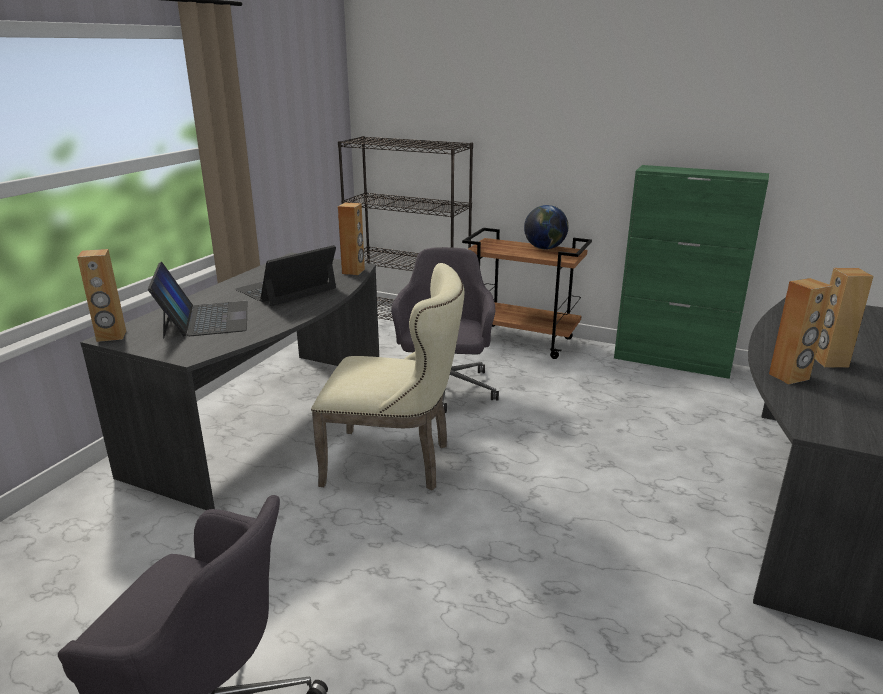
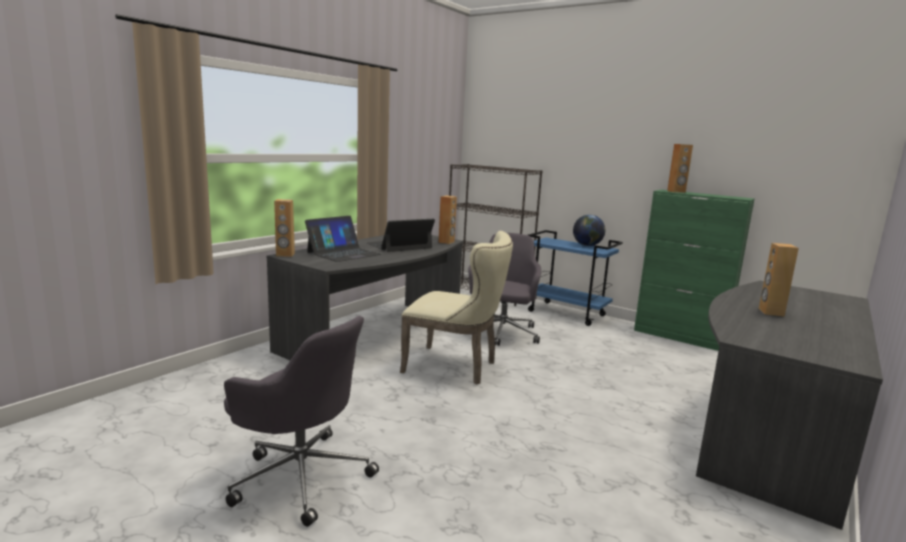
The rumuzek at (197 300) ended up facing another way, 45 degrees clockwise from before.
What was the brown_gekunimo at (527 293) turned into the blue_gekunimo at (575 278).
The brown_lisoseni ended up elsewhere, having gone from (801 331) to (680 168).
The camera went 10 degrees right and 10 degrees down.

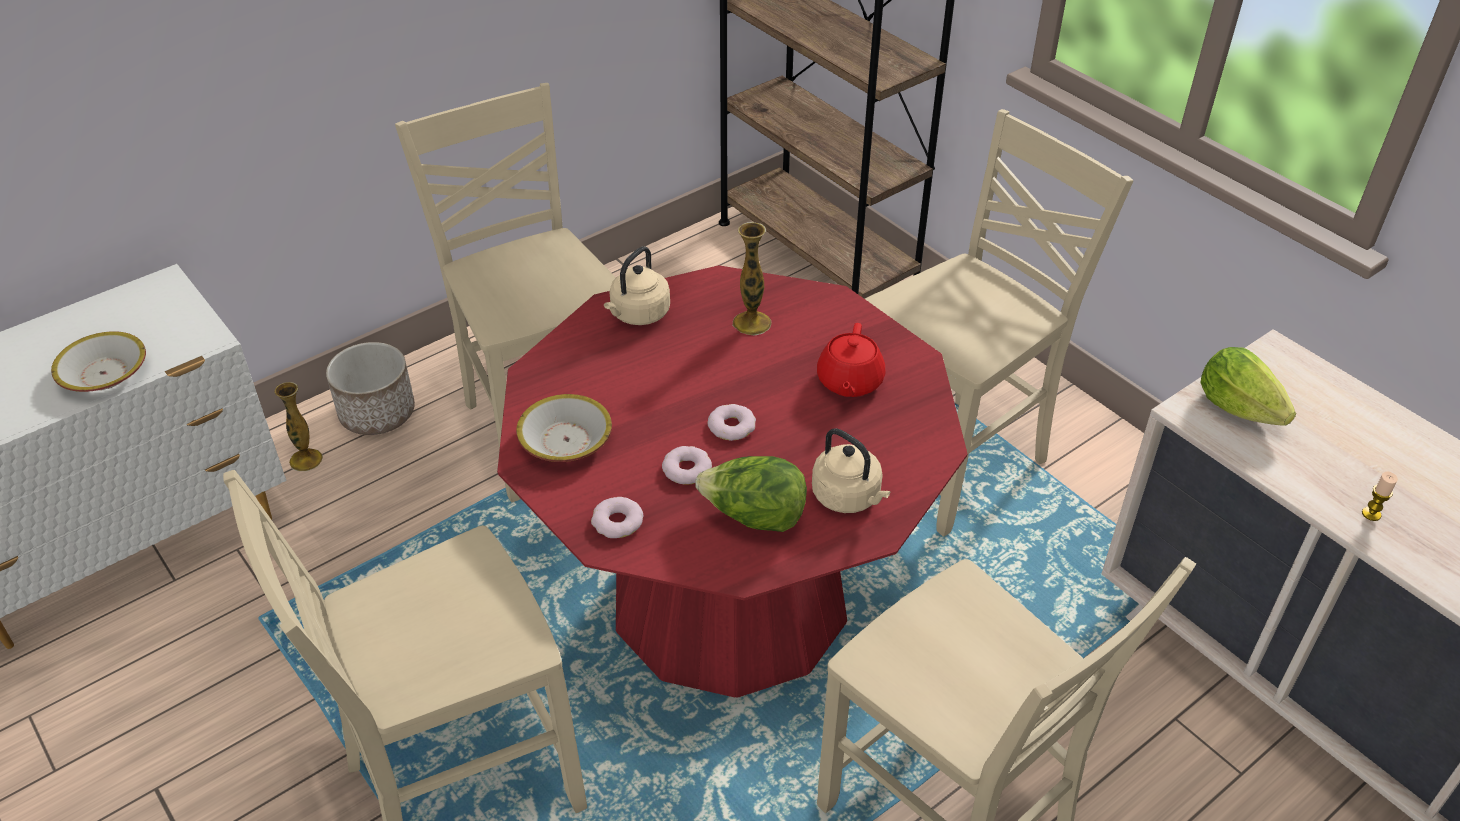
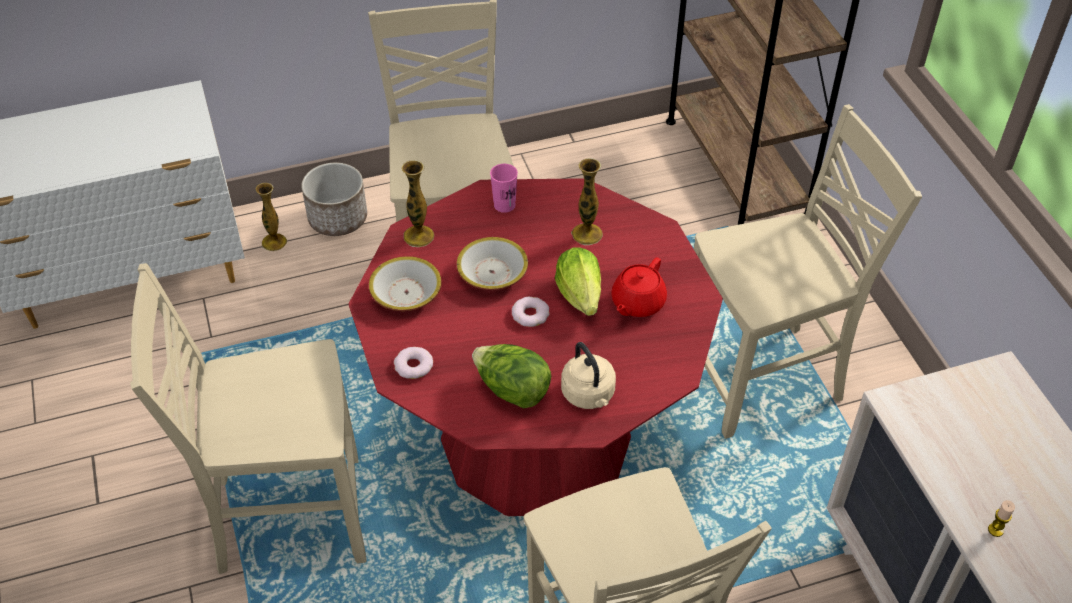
The second view gained the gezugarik at (418 203).
The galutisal ended up elsewhere, having gone from (98 361) to (492 263).
Where the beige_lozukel stood at (637 285), the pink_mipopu came to stand at (504 188).
The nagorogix ended up elsewhere, having gone from (1248 386) to (578 281).
The second view lost the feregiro at (687 465).
The camera went 20 degrees right and 5 degrees up.

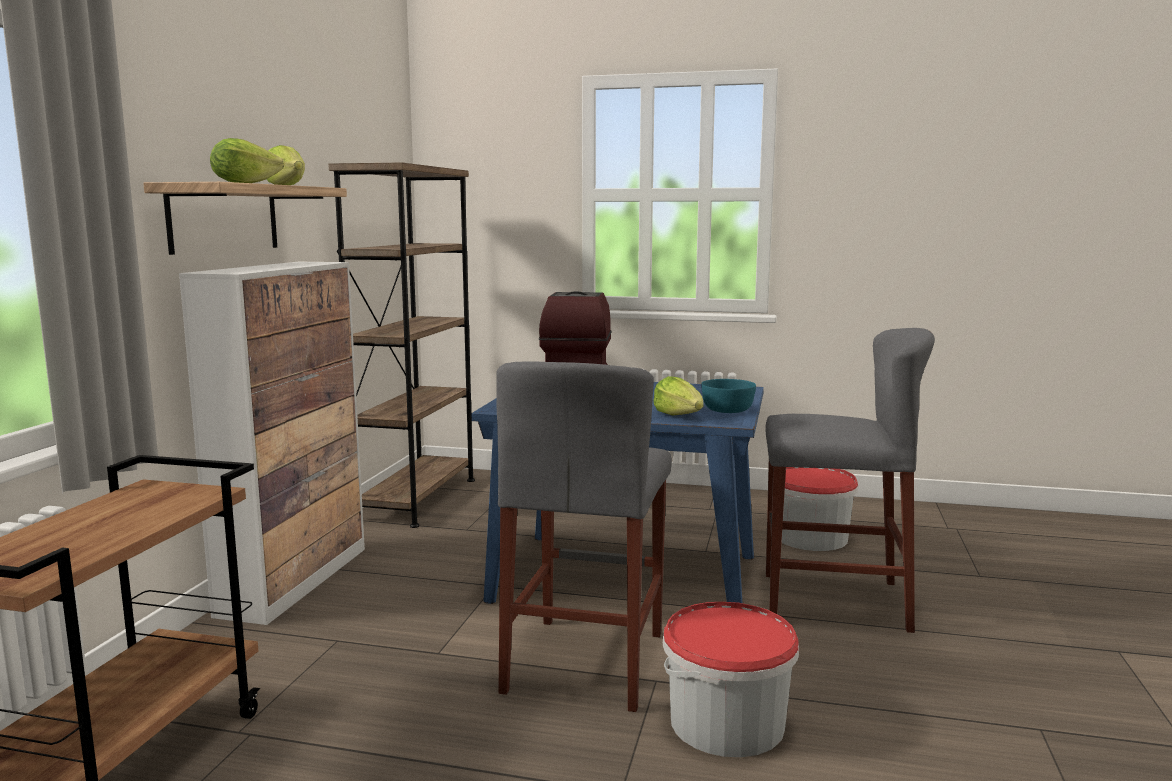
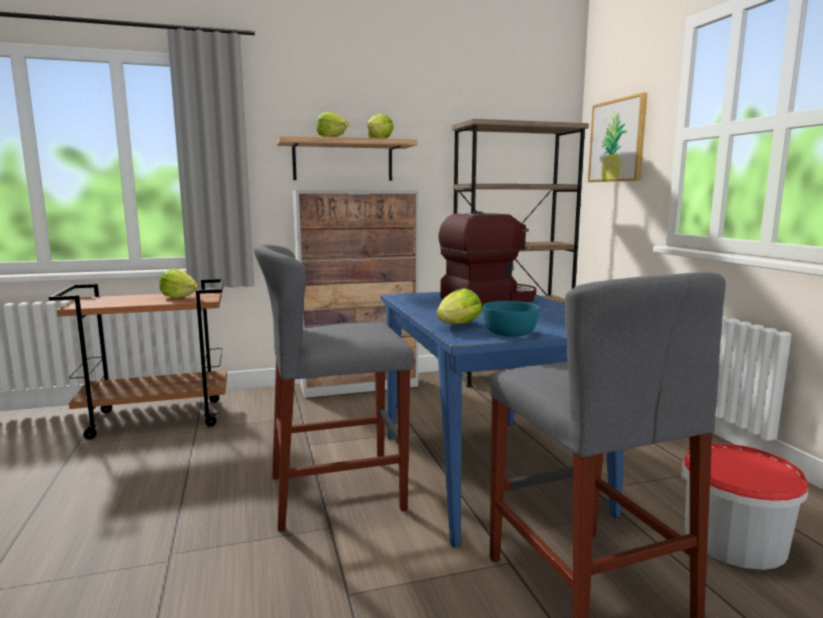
The second view gained the nagorogix at (178 284).
The second view gained the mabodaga at (617 137).
The second view lost the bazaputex at (731 679).
The camera went 60 degrees right and 0 degrees up.

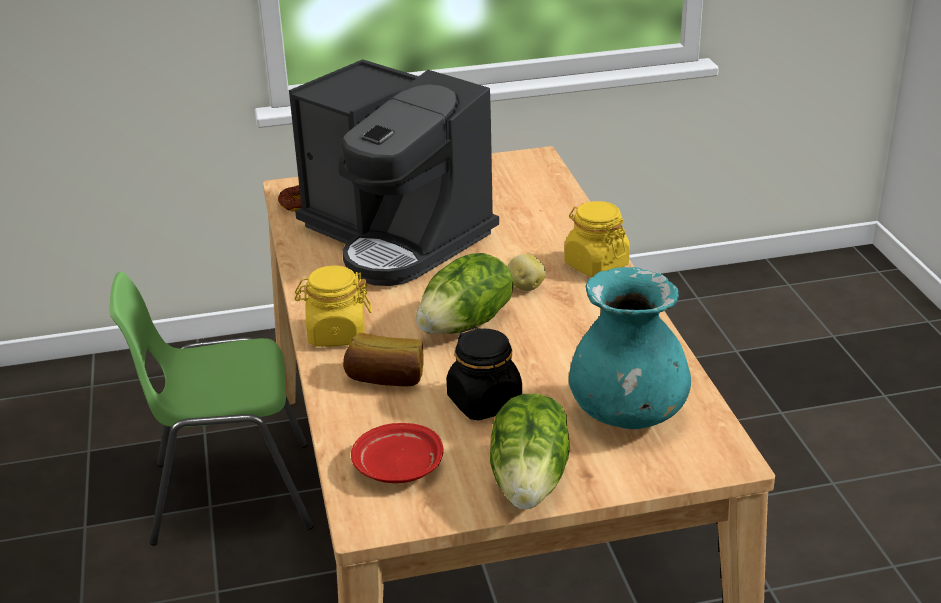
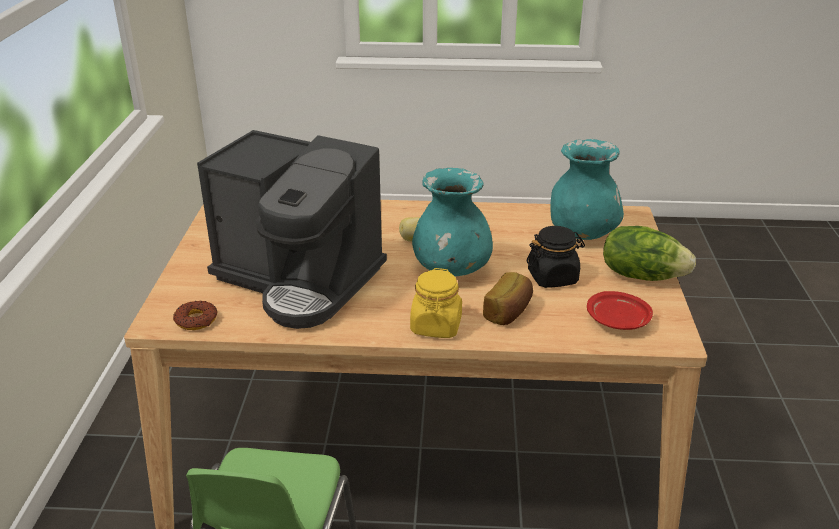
The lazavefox at (394 172) ended up facing another way, 60 degrees clockwise from before.
Where the nagorogix stood at (464 293), the turquoise_gezugarik came to stand at (452 222).
The second view lost the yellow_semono at (597 239).
The camera went 75 degrees left and 0 degrees up.

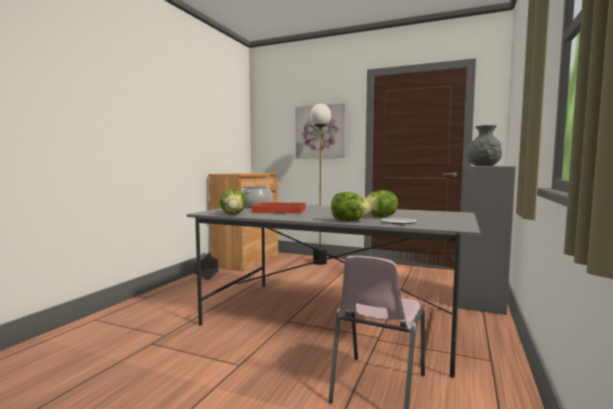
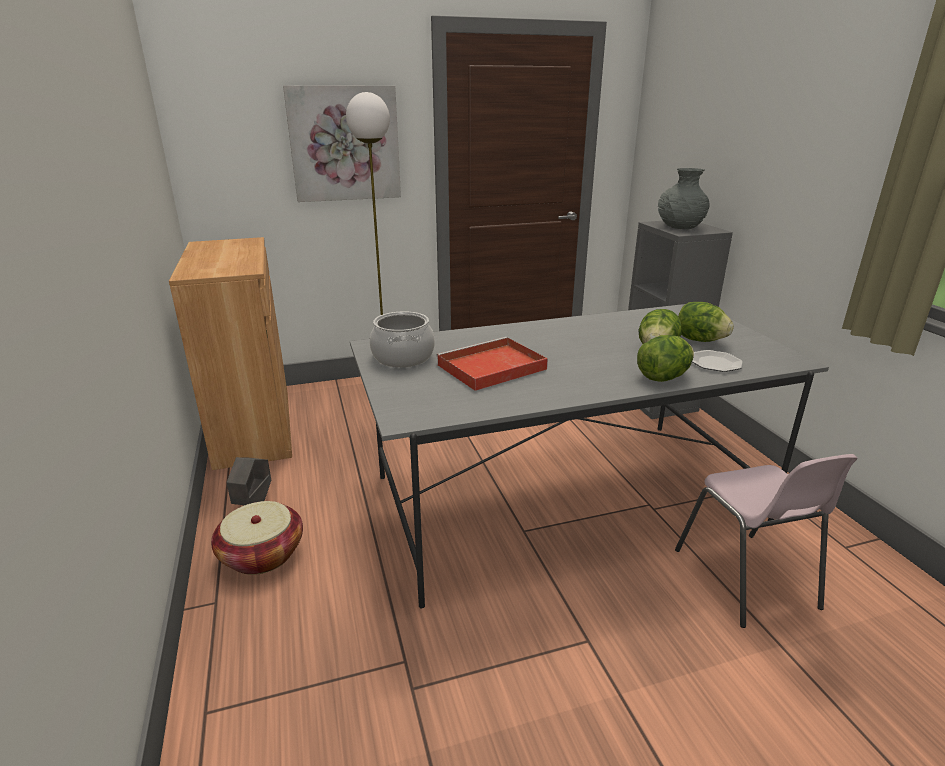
The second view gained the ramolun at (257 538).
The nagorogix ended up elsewhere, having gone from (233 201) to (706 322).
The camera went 40 degrees left and 20 degrees up.

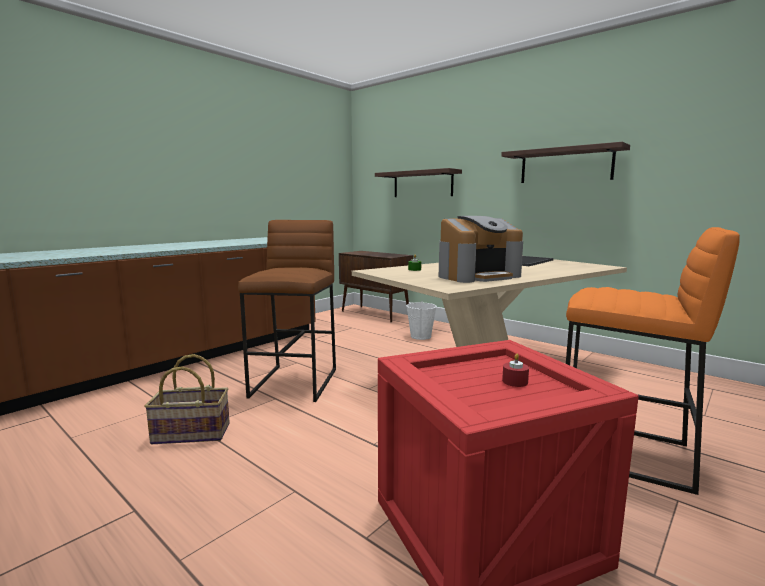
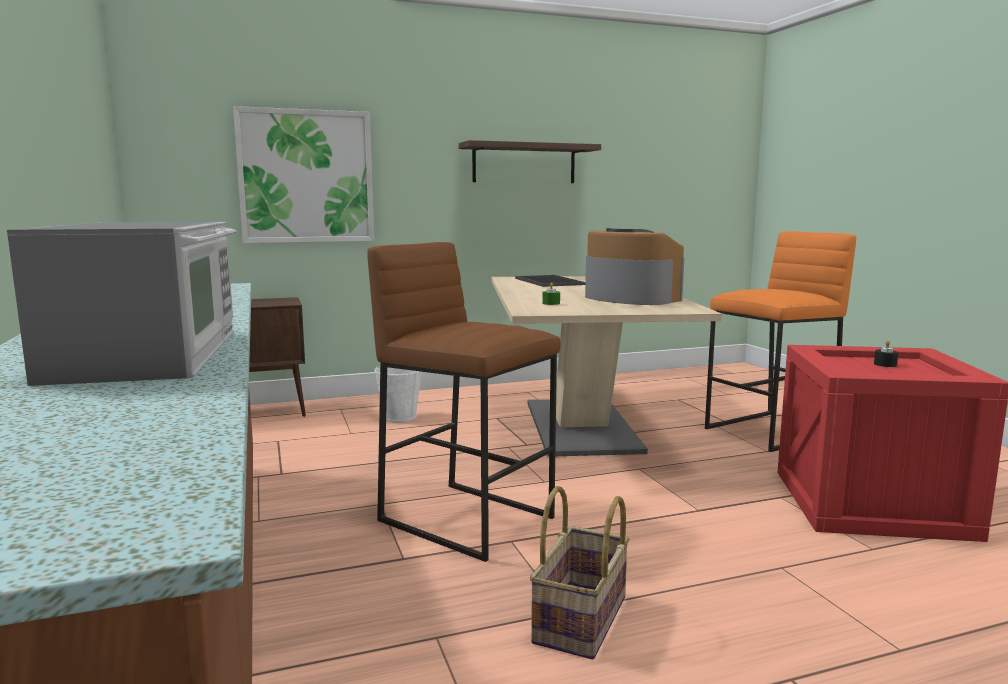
The second view gained the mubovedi at (122 304).
Where the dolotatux hung at (418 182), the mabodaga came to hang at (303 174).
The lazavefox at (481 249) ended up facing another way, 45 degrees counterclockwise from before.
What was the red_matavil at (515 370) turned into the black_matavil at (886 353).
The camera went 60 degrees left and 0 degrees up.

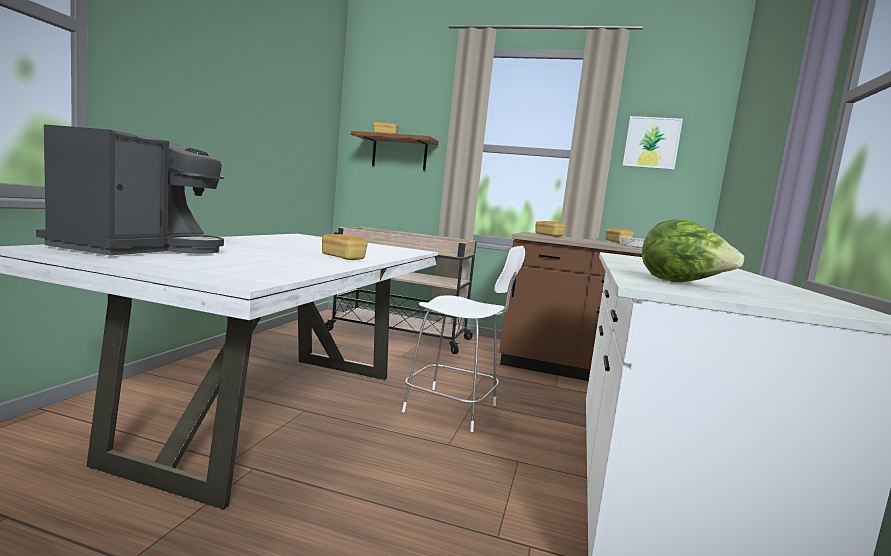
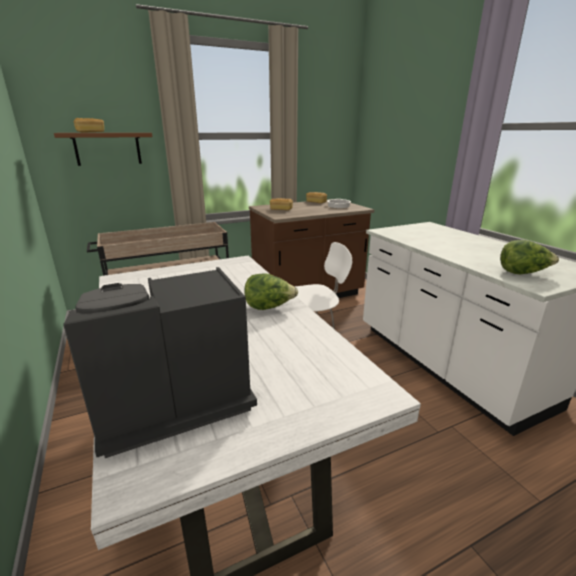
The lazavefox at (131 190) ended up facing another way, 90 degrees counterclockwise from before.
Where the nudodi stood at (345 247), the nagorogix came to stand at (271 291).
The second view lost the mabodaga at (652 143).
The camera went 40 degrees left and 15 degrees up.

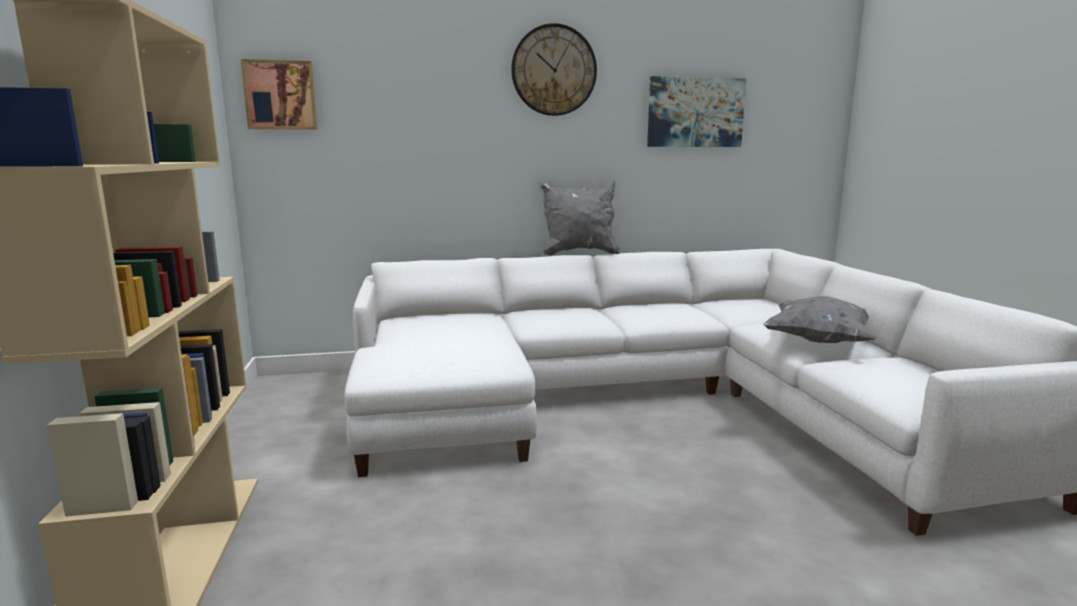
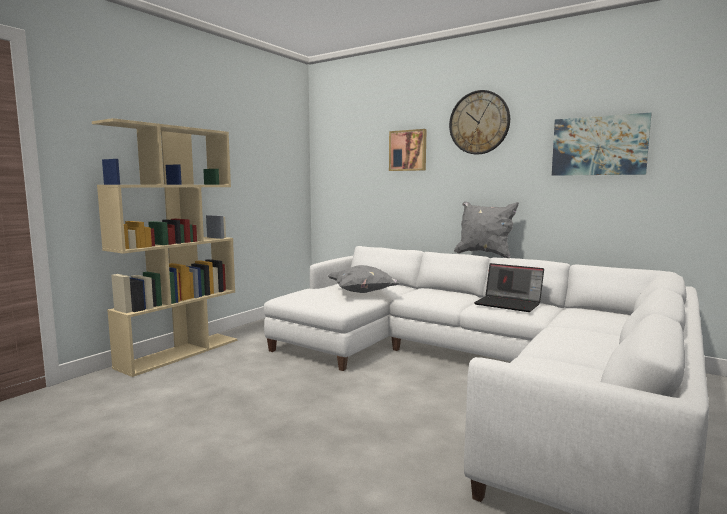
The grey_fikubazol ended up elsewhere, having gone from (819 319) to (364 279).
The mabodaga ended up elsewhere, having gone from (279 94) to (408 150).
The second view gained the rumuzek at (509 287).
The camera went 45 degrees right and 5 degrees down.

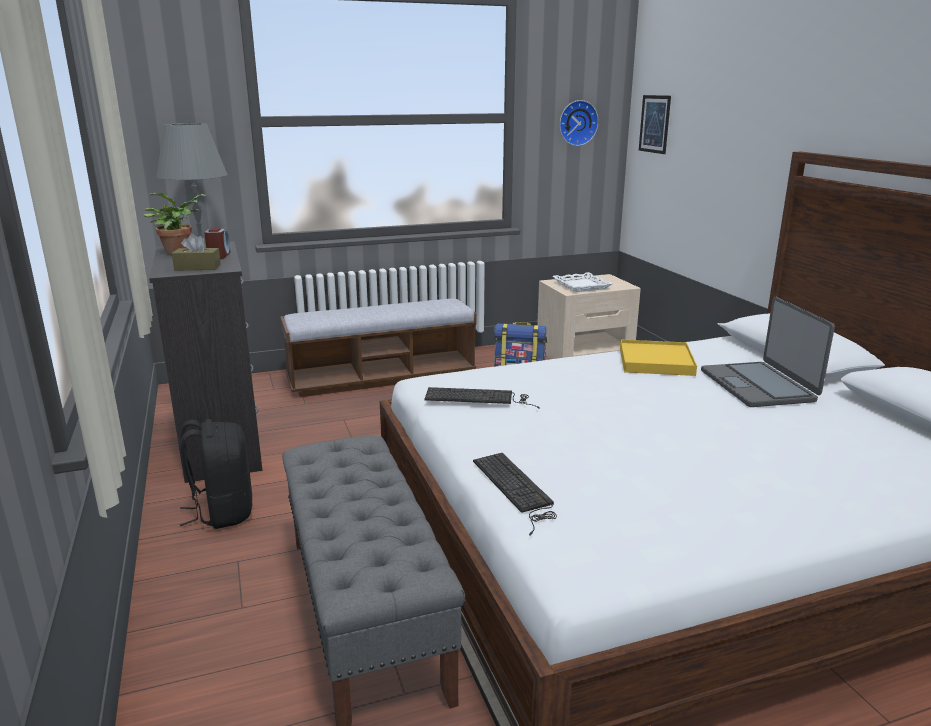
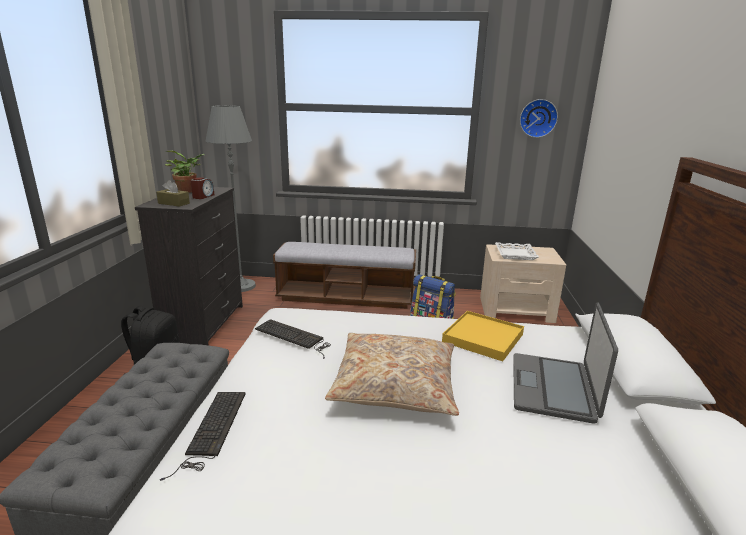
The second view gained the beige_fikubazol at (392 374).
The second view lost the mabodaga at (655 124).
The camera went 25 degrees right and 0 degrees up.

